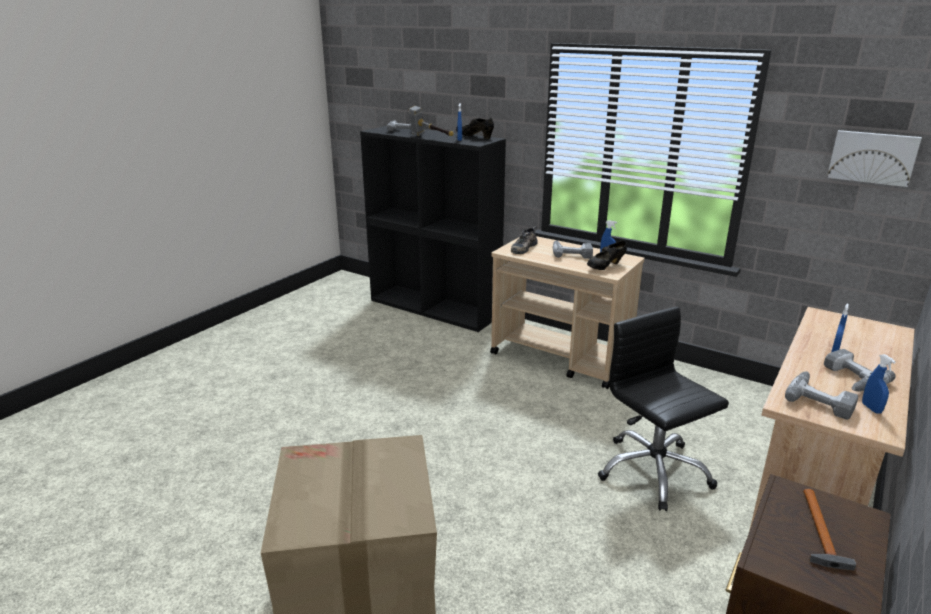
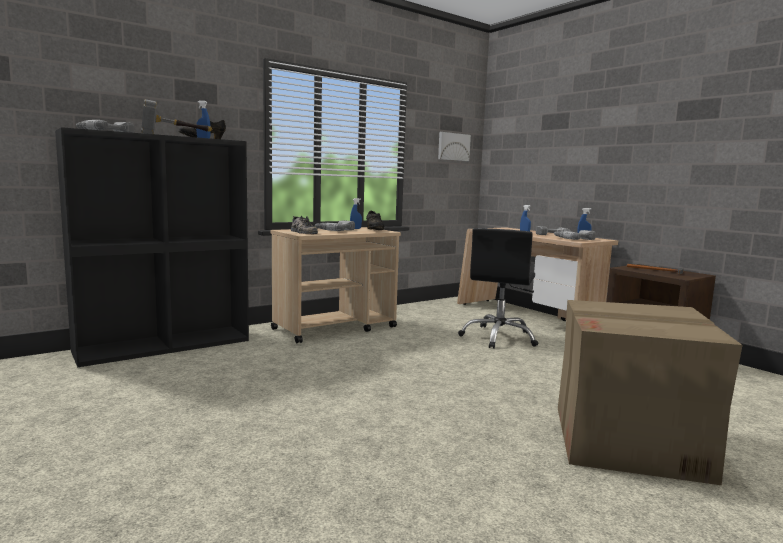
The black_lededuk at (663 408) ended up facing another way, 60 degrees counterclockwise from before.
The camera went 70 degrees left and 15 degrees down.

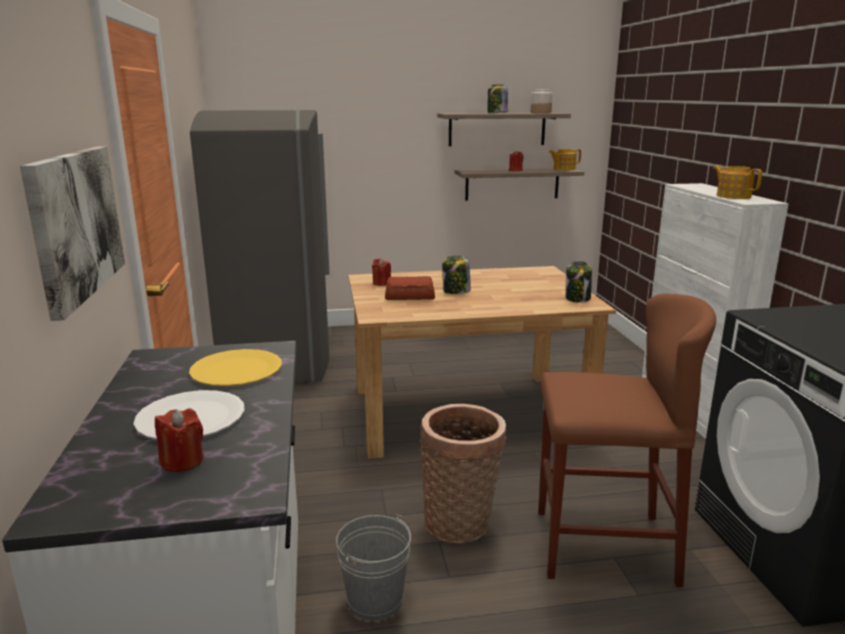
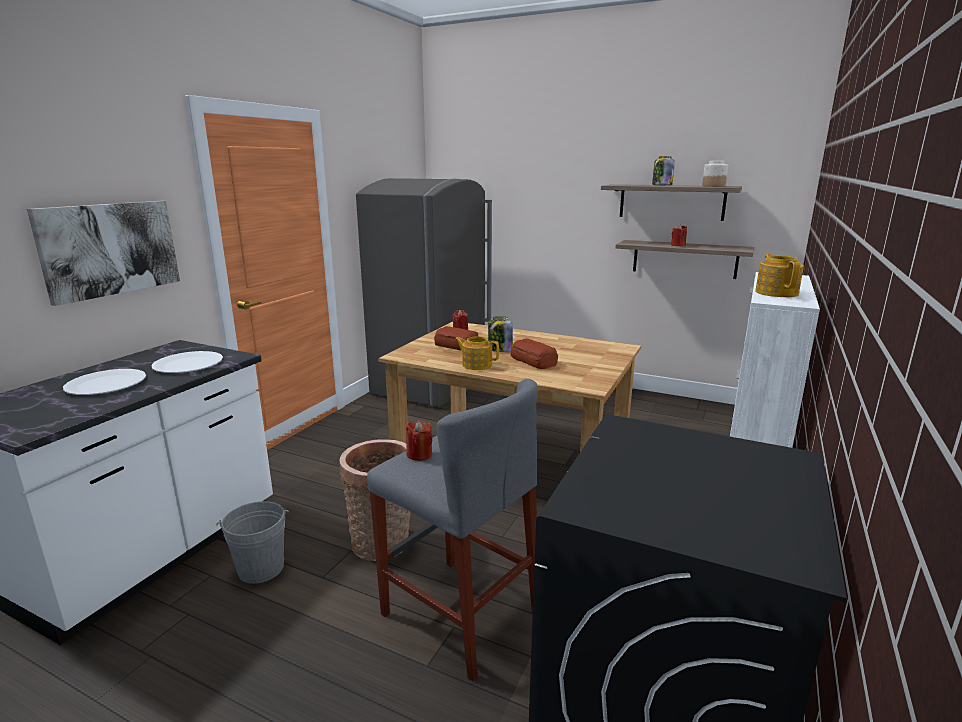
What was the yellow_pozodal at (235 367) turned into the white_pozodal at (187 362).
What was the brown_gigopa at (627 440) turned into the grey_gigopa at (452 530).
The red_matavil ended up elsewhere, having gone from (179 440) to (419 441).
The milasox ended up elsewhere, having gone from (565 159) to (476 353).
The second view gained the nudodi at (534 353).
The second view lost the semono at (578 282).
The camera went 35 degrees right and 0 degrees up.

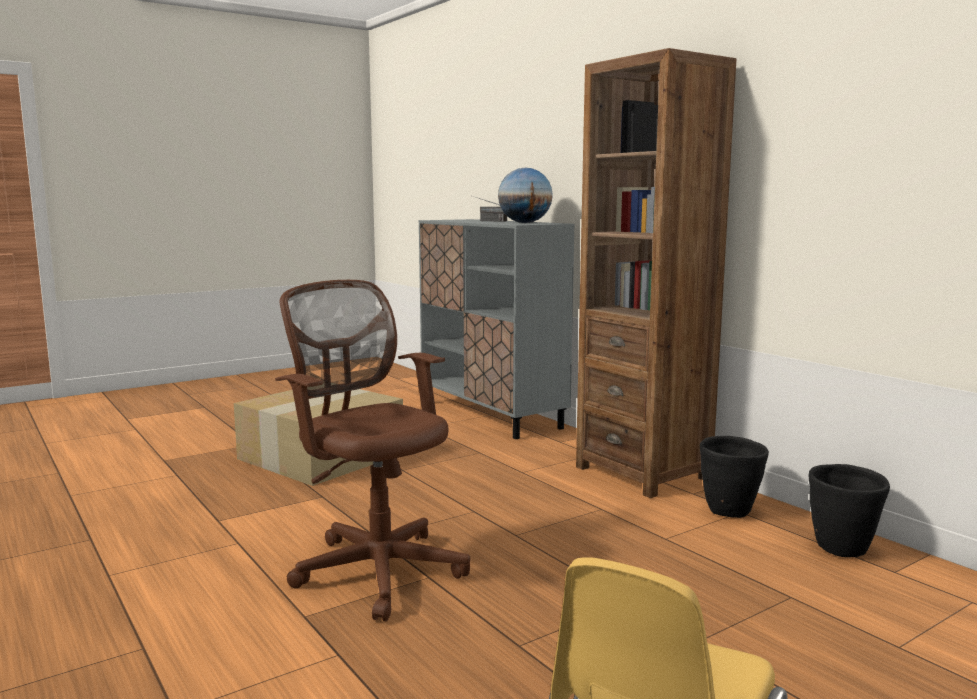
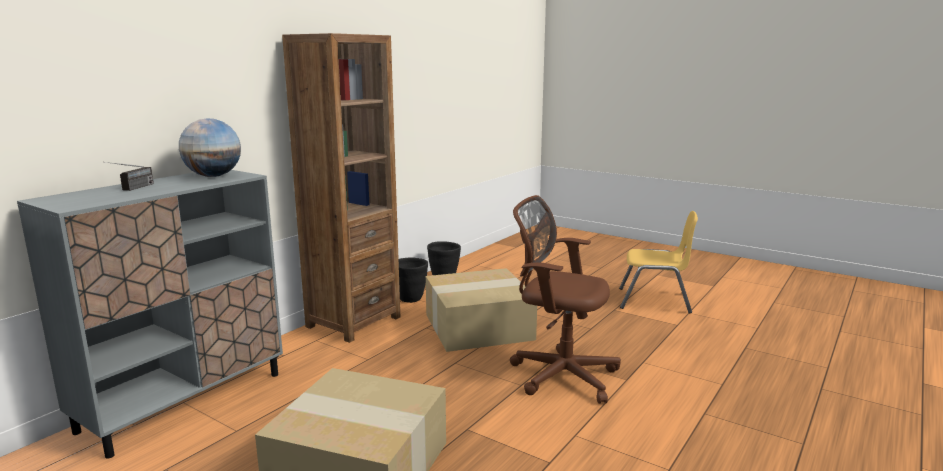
The second view gained the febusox at (481 310).
The brown_lededuk at (372 450) ended up facing another way, 90 degrees clockwise from before.
The camera went 110 degrees left and 5 degrees up.

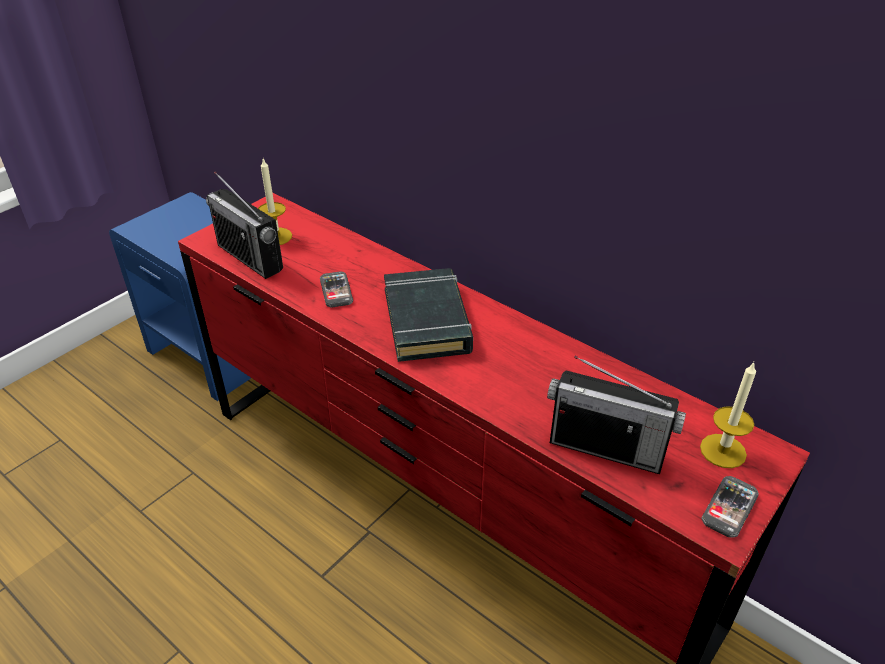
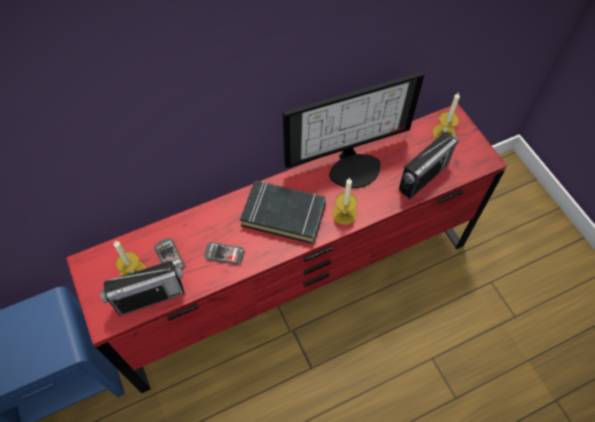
The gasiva ended up elsewhere, having gone from (730 507) to (169 254).
The second view gained the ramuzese at (353 129).
The second view gained the matavil at (344 201).
The camera went 65 degrees left and 20 degrees up.

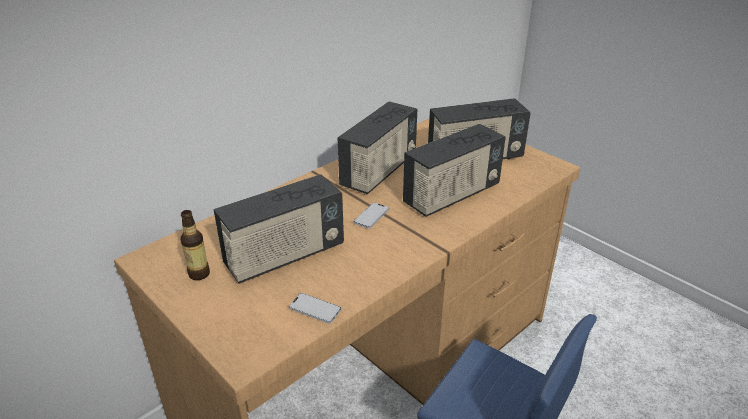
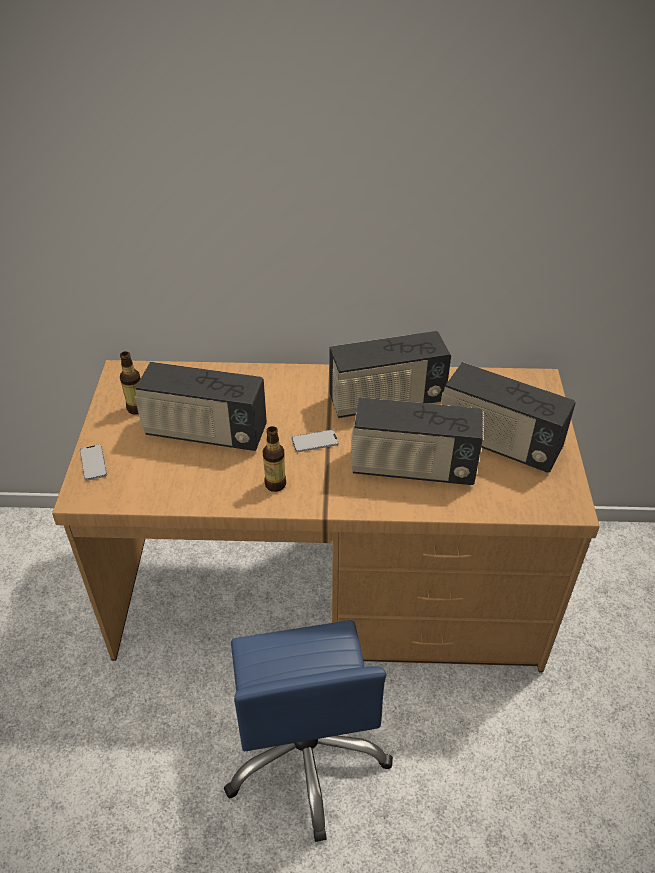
The gasiva ended up elsewhere, having gone from (315 308) to (93 462).
The second view gained the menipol at (274 459).
The camera went 45 degrees right and 10 degrees up.

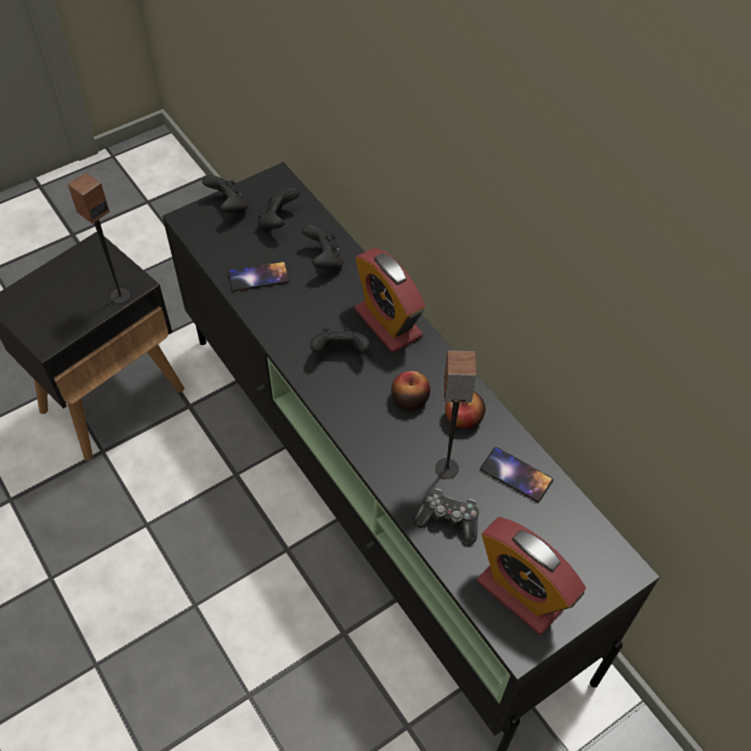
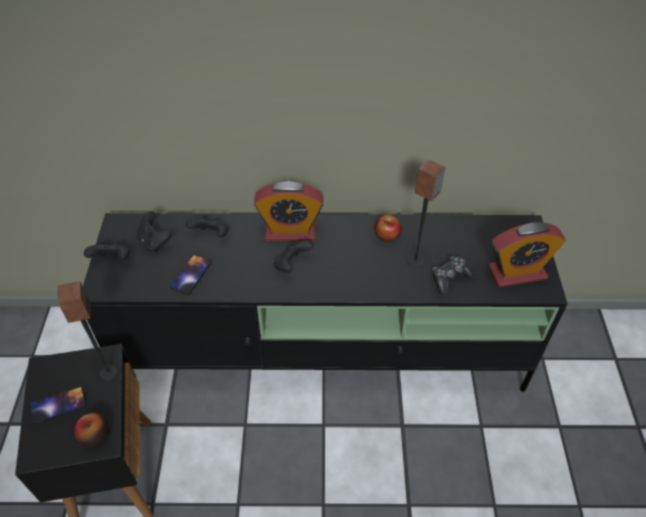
The gasiva ended up elsewhere, having gone from (516 474) to (58 405).
The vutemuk ended up elsewhere, having gone from (410 390) to (91 430).
The camera went 55 degrees left and 5 degrees down.

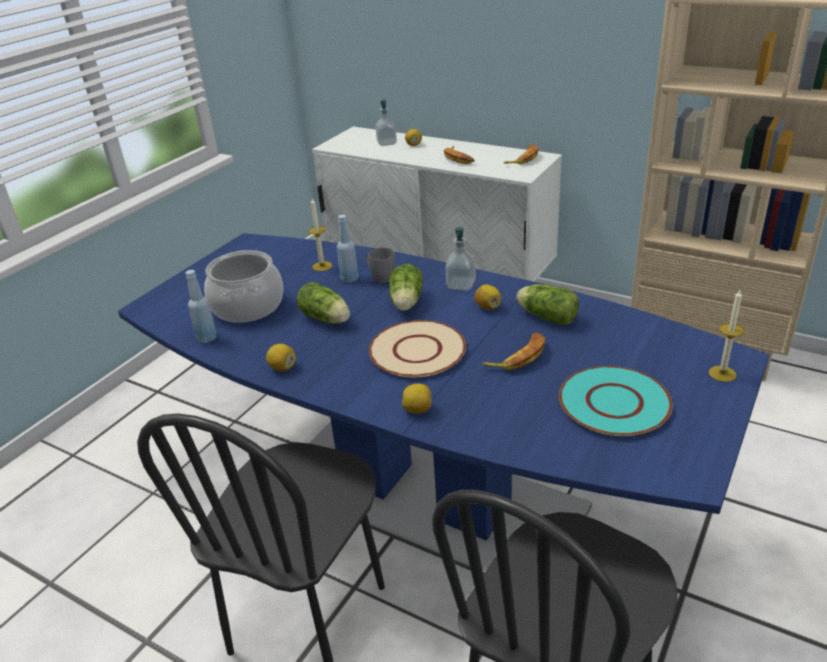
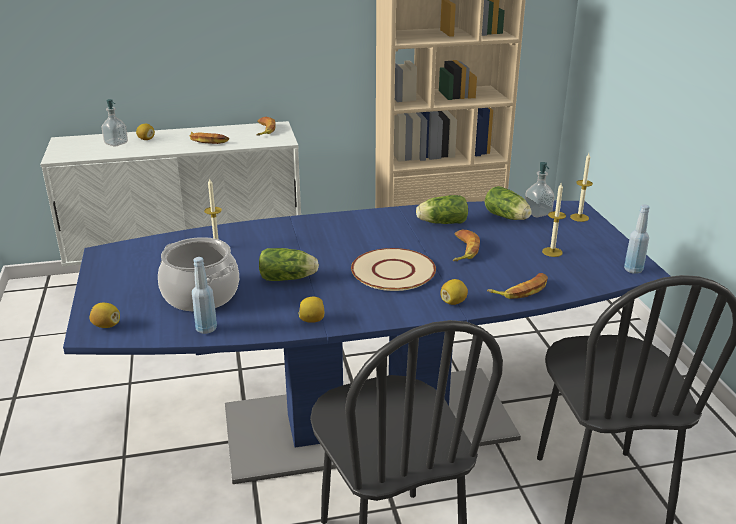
The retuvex ended up elsewhere, having gone from (487 297) to (105 315).
The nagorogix ended up elsewhere, having gone from (406 287) to (508 203).
The second view gained the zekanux at (517 286).
The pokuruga ended up elsewhere, having gone from (461 258) to (539 189).
Where the turquoise_pozodal stood at (616 401), the matavil came to stand at (554 220).
The blue_menipol ended up elsewhere, having gone from (348 249) to (637 239).
The second view lost the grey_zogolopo at (380 265).
The camera went 45 degrees left and 5 degrees down.

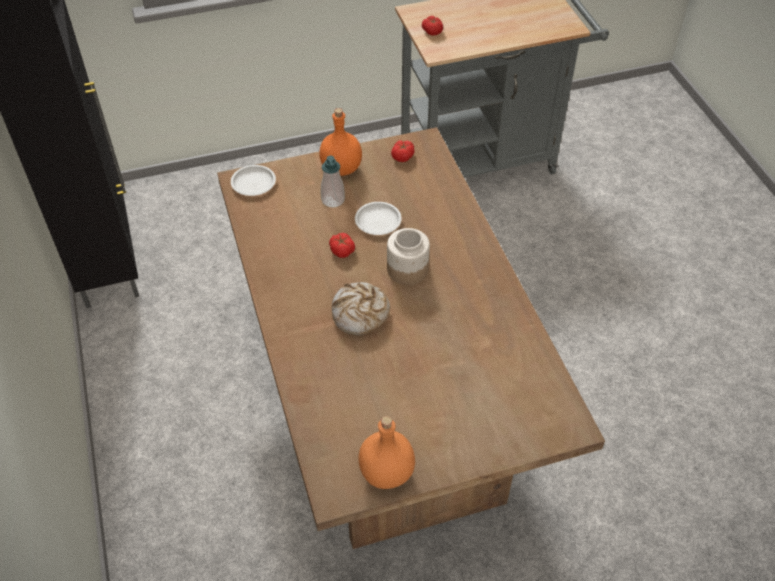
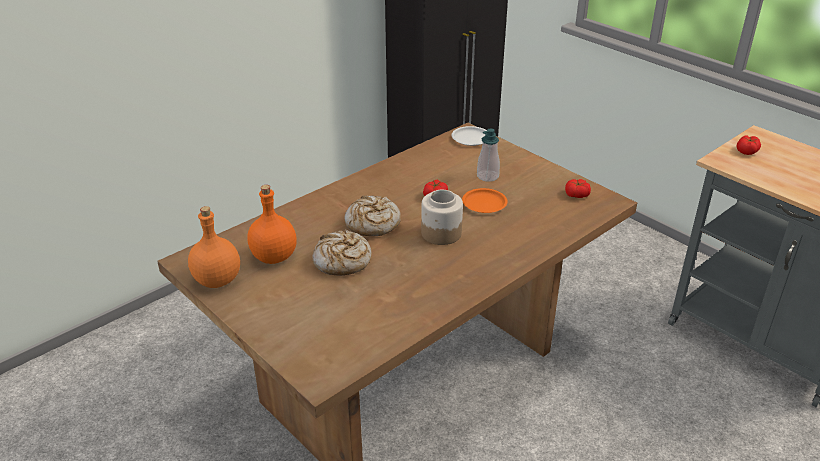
The orange_menipol ended up elsewhere, having gone from (340 142) to (272 224).
The second view gained the nudodi at (342 252).
What was the white_pozodal at (378 218) turned into the orange_pozodal at (485 200).
The camera went 65 degrees right and 15 degrees down.

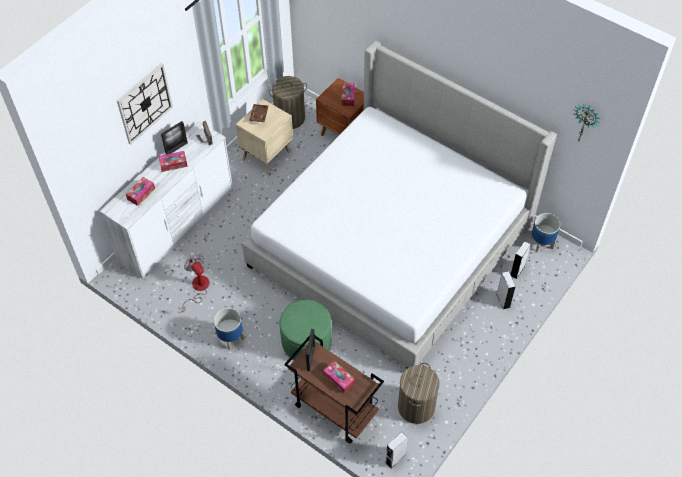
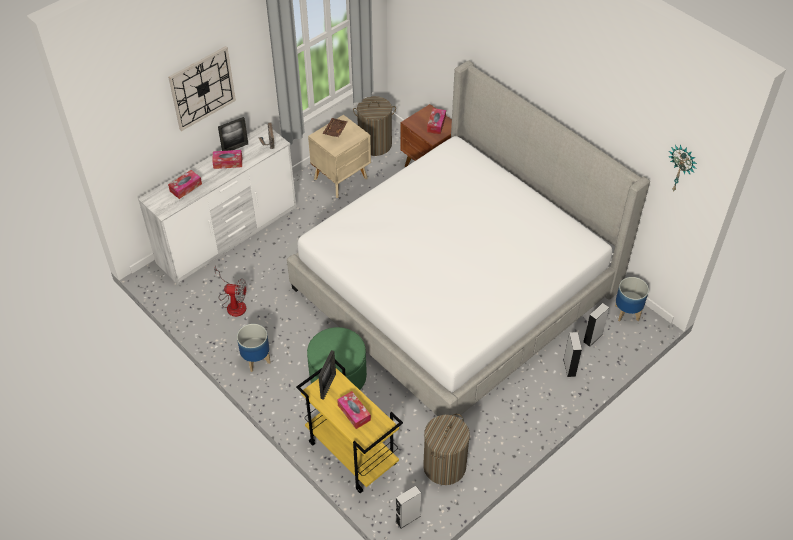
The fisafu at (195 283) ended up facing another way, 120 degrees clockwise from before.
What was the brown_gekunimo at (334 389) turned into the yellow_gekunimo at (349 426).
The camera went 10 degrees right and 5 degrees down.

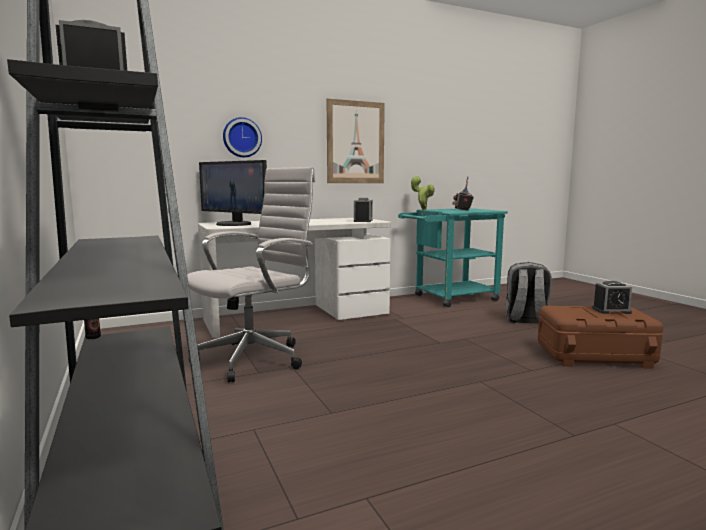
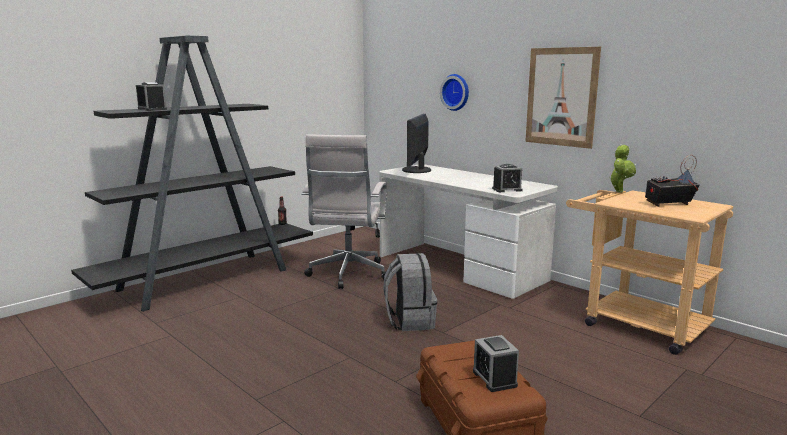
The white_lededuk at (251 275) ended up facing another way, 75 degrees clockwise from before.
The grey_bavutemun ended up elsewhere, having gone from (528 293) to (410 292).
What was the turquoise_gekunimo at (453 257) turned into the beige_gekunimo at (649 272).
The camera went 70 degrees right and 5 degrees up.

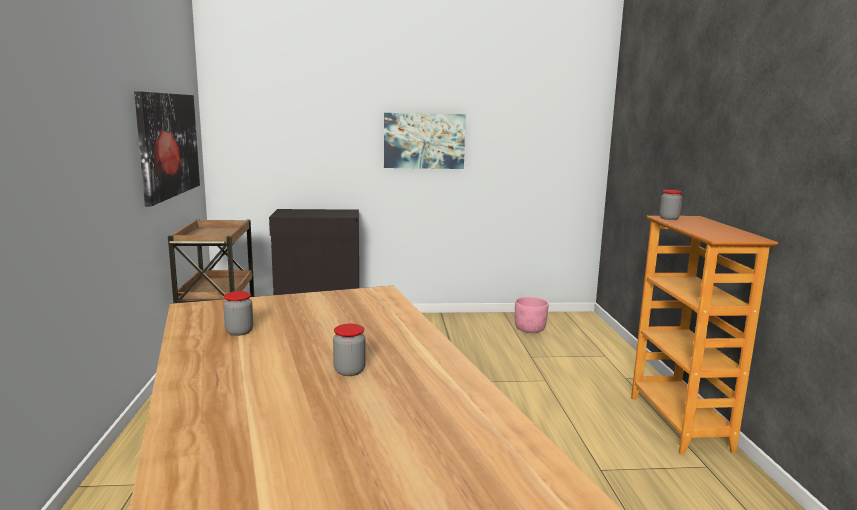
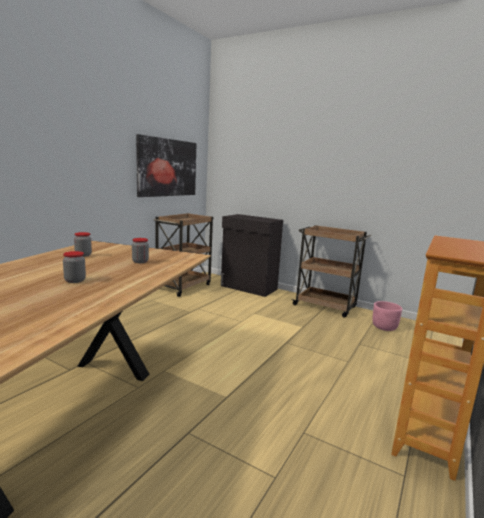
The semono ended up elsewhere, having gone from (670 205) to (140 250).
The second view gained the brown_gekunimo at (331 271).
The second view lost the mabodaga at (425 141).
The camera went 35 degrees right and 0 degrees up.

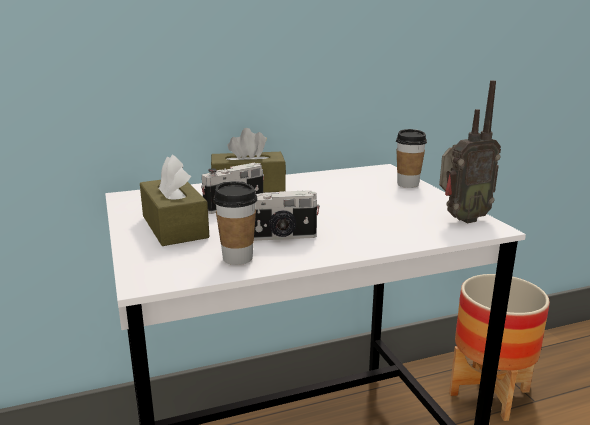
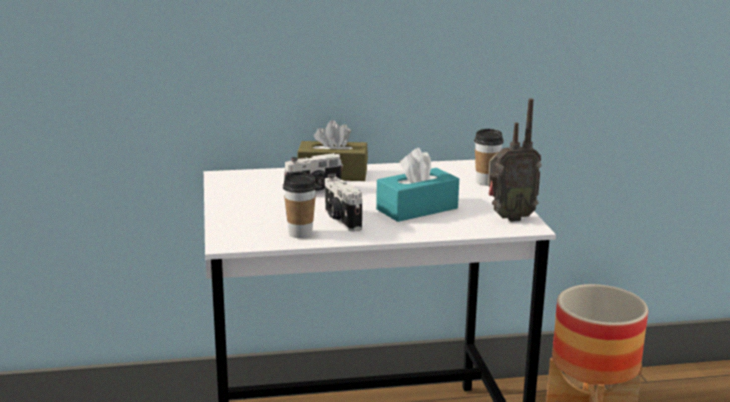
The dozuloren at (287 215) ended up facing another way, 60 degrees clockwise from before.
The second view gained the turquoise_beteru at (417 185).
The second view lost the brown_beteru at (174 200).
The camera went 10 degrees right and 0 degrees up.

